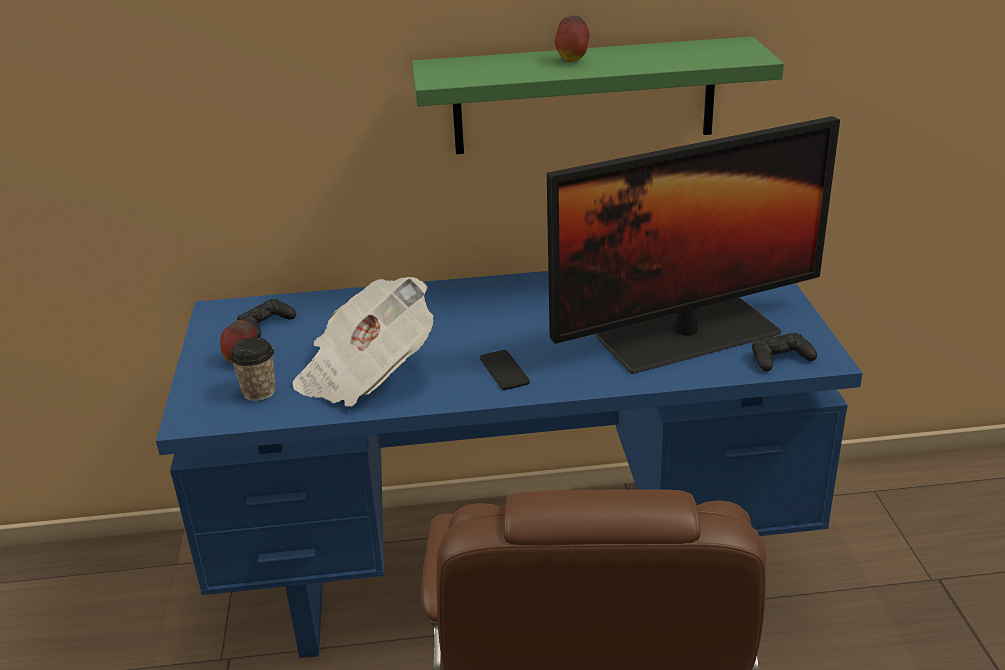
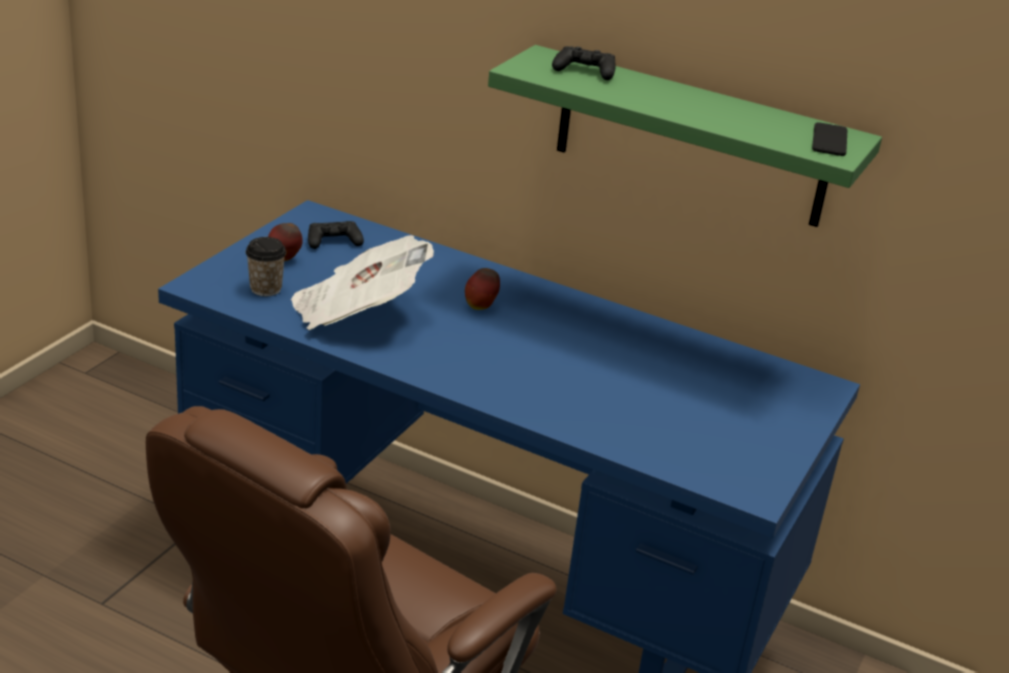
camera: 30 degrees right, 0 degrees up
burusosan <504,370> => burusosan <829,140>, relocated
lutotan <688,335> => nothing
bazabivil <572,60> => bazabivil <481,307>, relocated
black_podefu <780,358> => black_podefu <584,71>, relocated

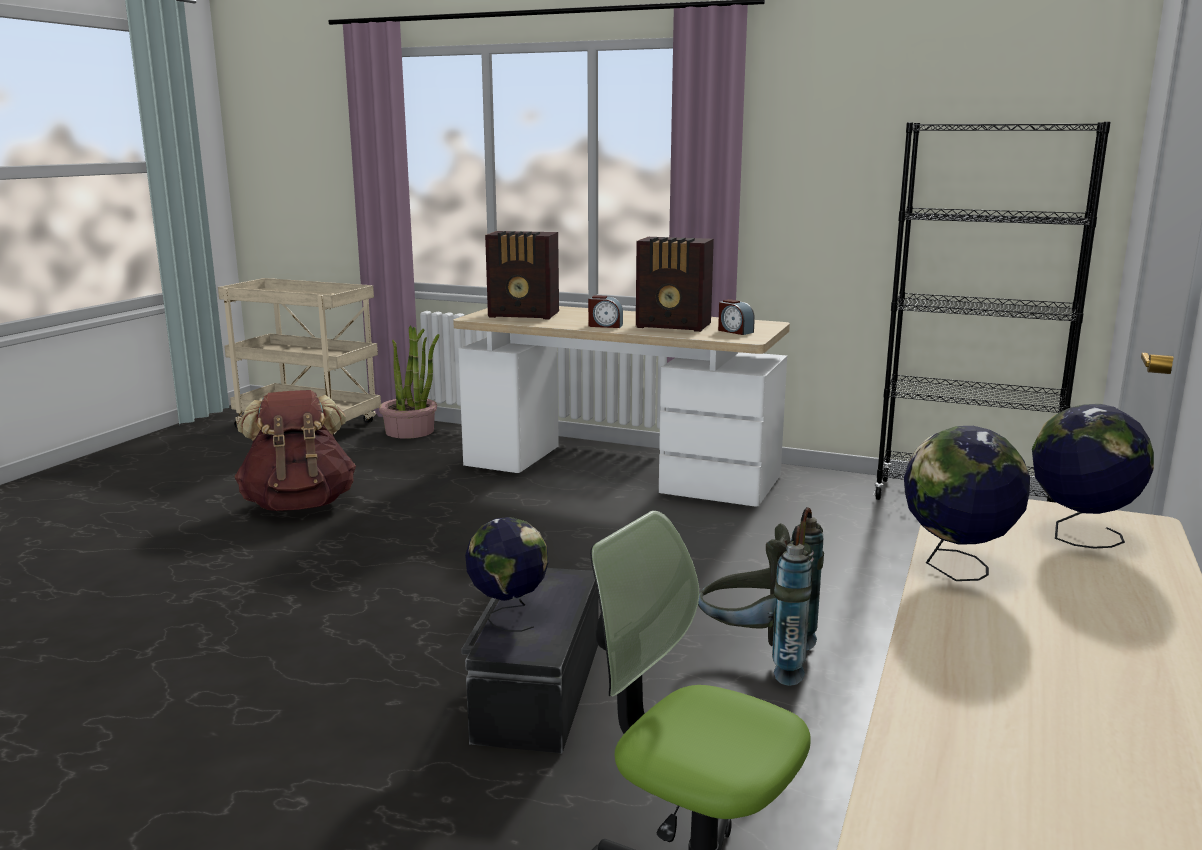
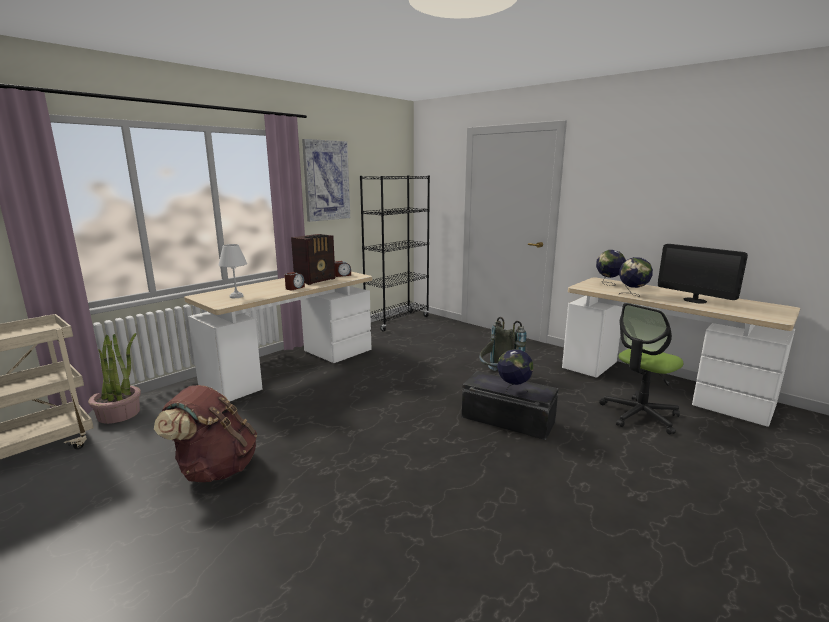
camera: 70 degrees left, 0 degrees up
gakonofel <525,315> => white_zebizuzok <236,296>
nothing => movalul <326,180>
nothing => lutotan <695,300>

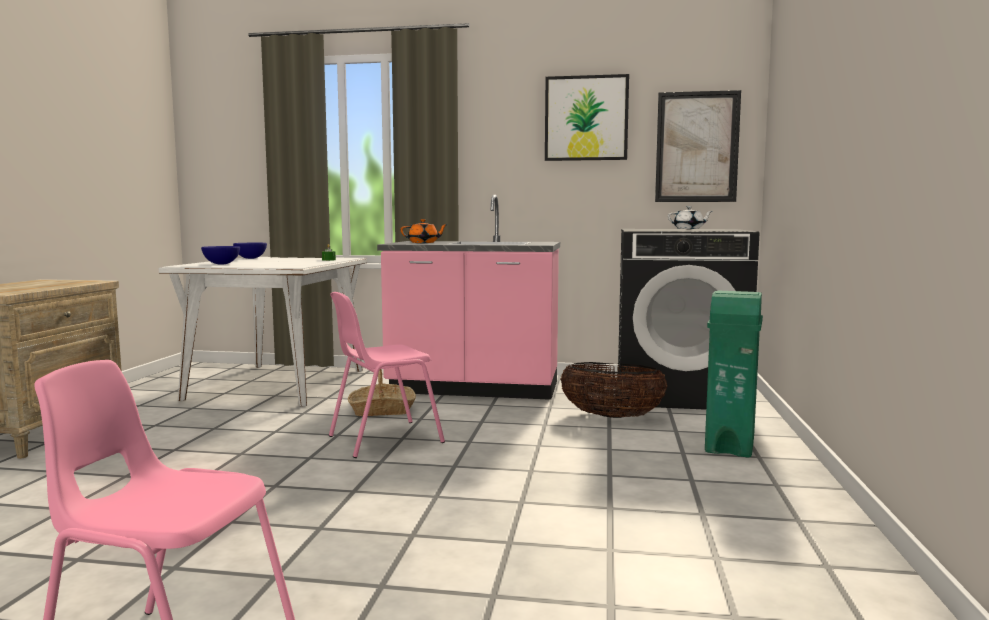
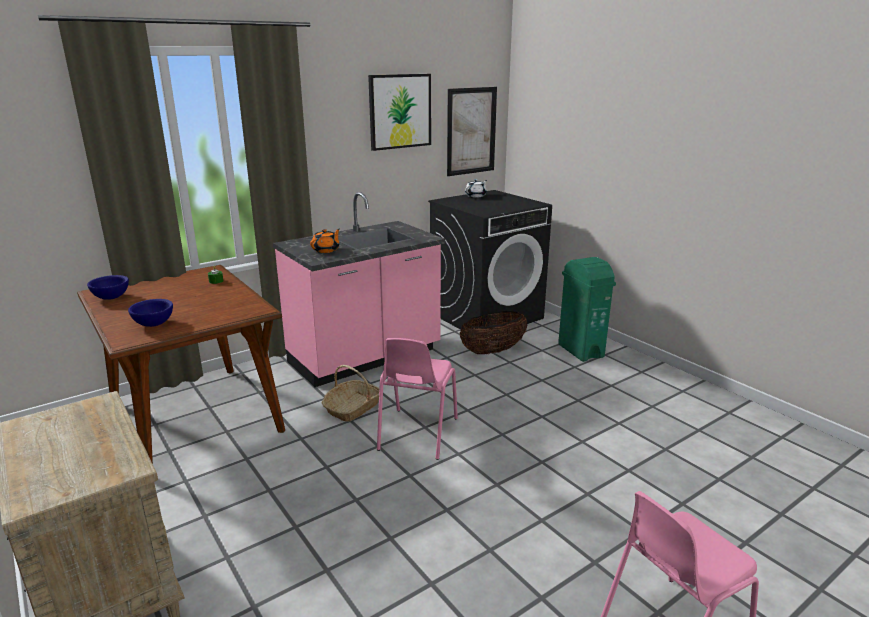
camera: 45 degrees left, 15 degrees up
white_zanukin <278,384> => brown_zanukin <195,417>

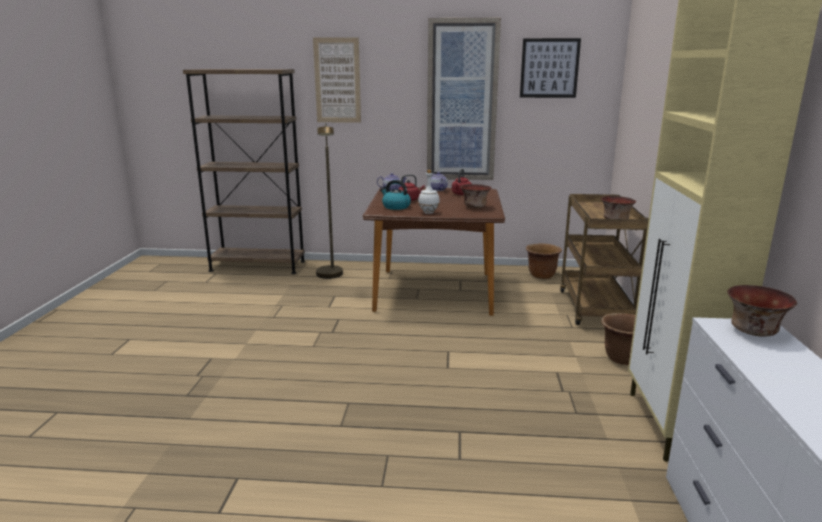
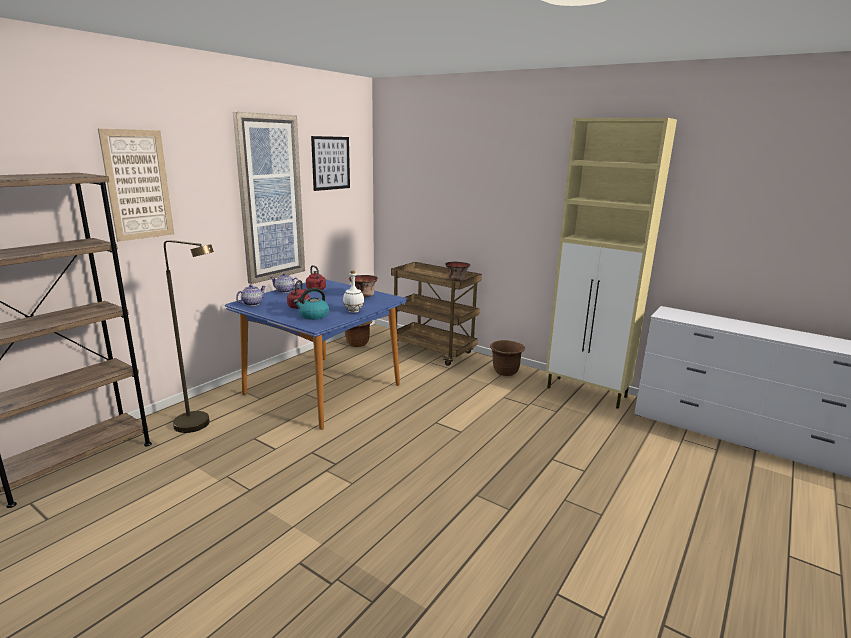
camera: 60 degrees left, 0 degrees up
brown_zanukin <434,291> => blue_zanukin <322,390>
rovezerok <754,331> => nothing

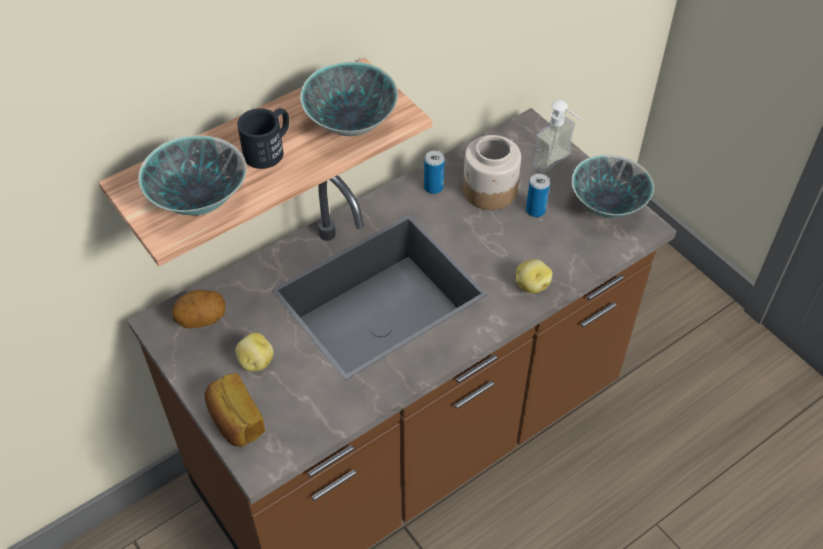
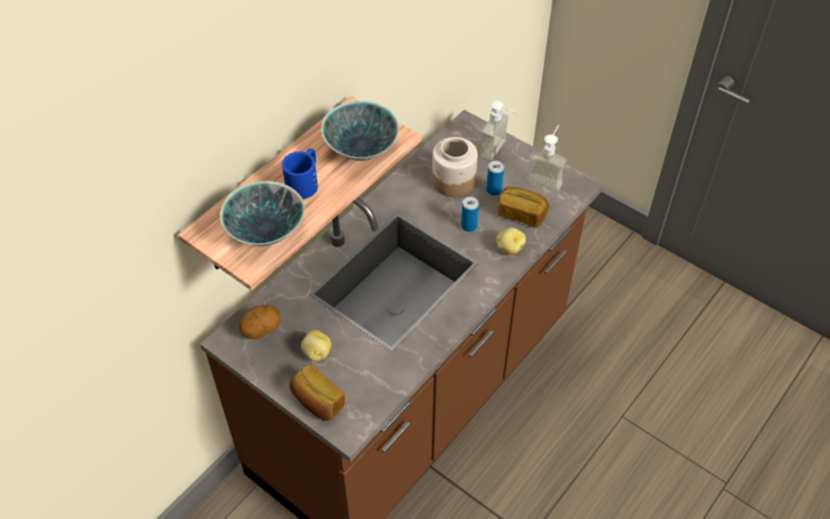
camera: 15 degrees left, 0 degrees up
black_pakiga <269,149> => blue_pakiga <305,182>
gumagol <433,187> => gumagol <469,226>, relocated
rovezerok <606,208> => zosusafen <546,177>
nothing => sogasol <521,214>

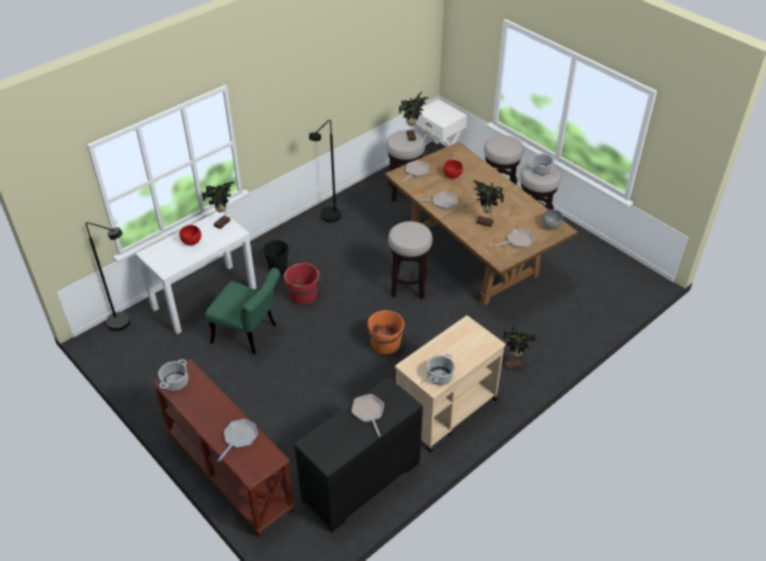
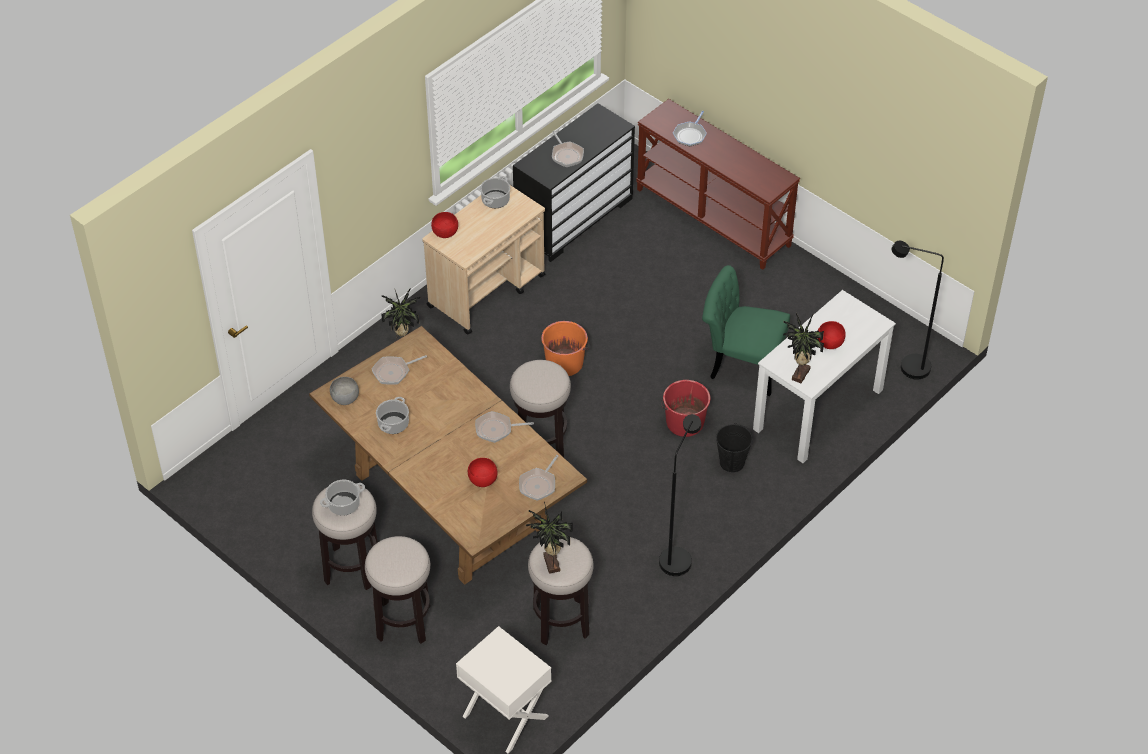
camera: 175 degrees right, 5 degrees up
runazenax <175,382> => runazenax <393,424>, relocated
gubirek <484,223> => nothing
nothing => red_rovezerok <445,234>

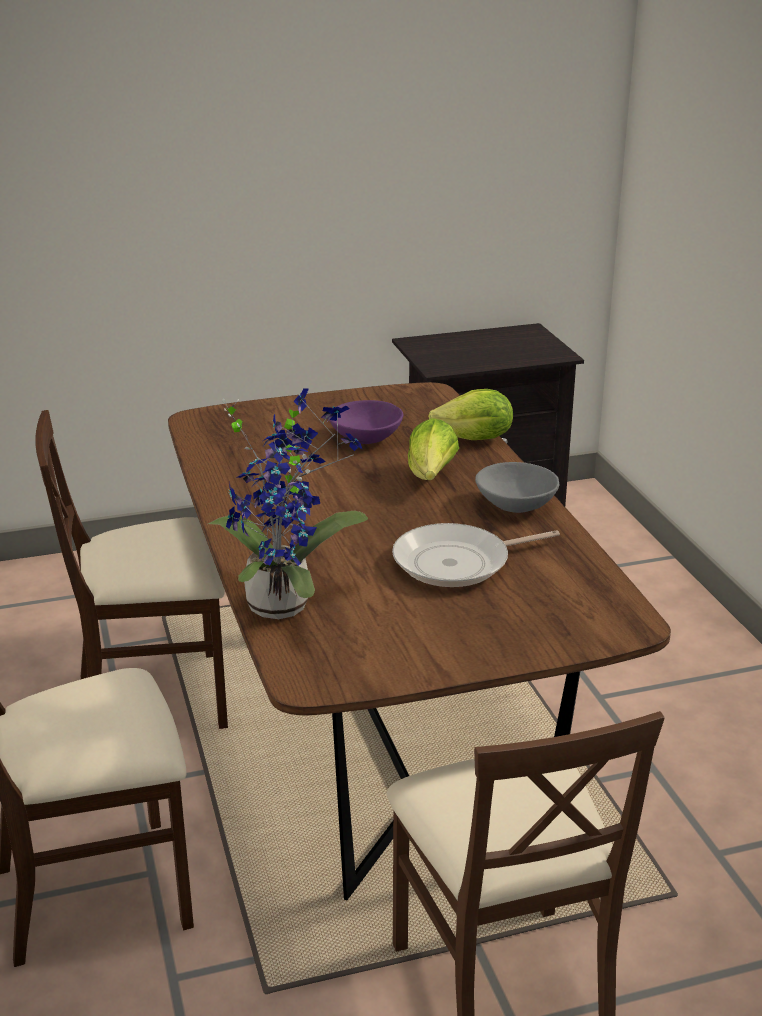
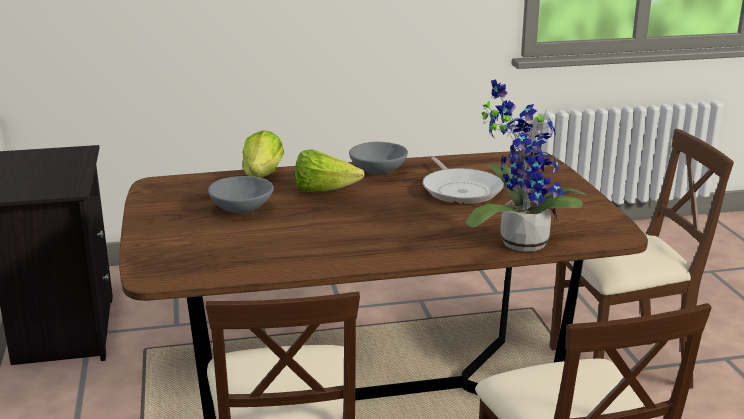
camera: 85 degrees left, 5 degrees down
purple_rovezerok <366,438> => grey_rovezerok <242,208>

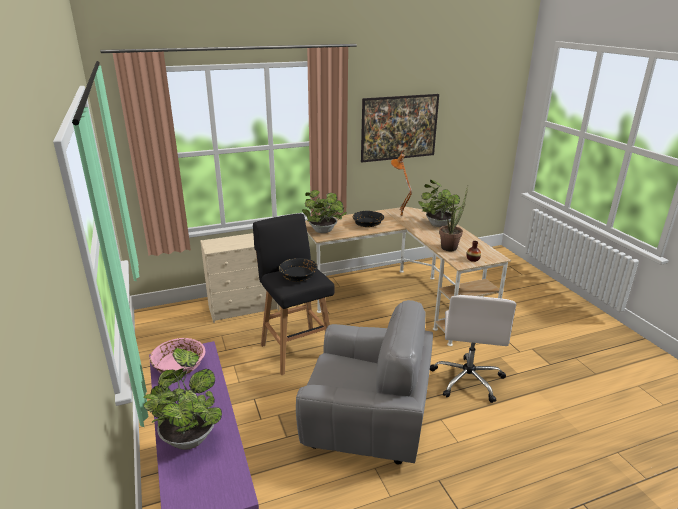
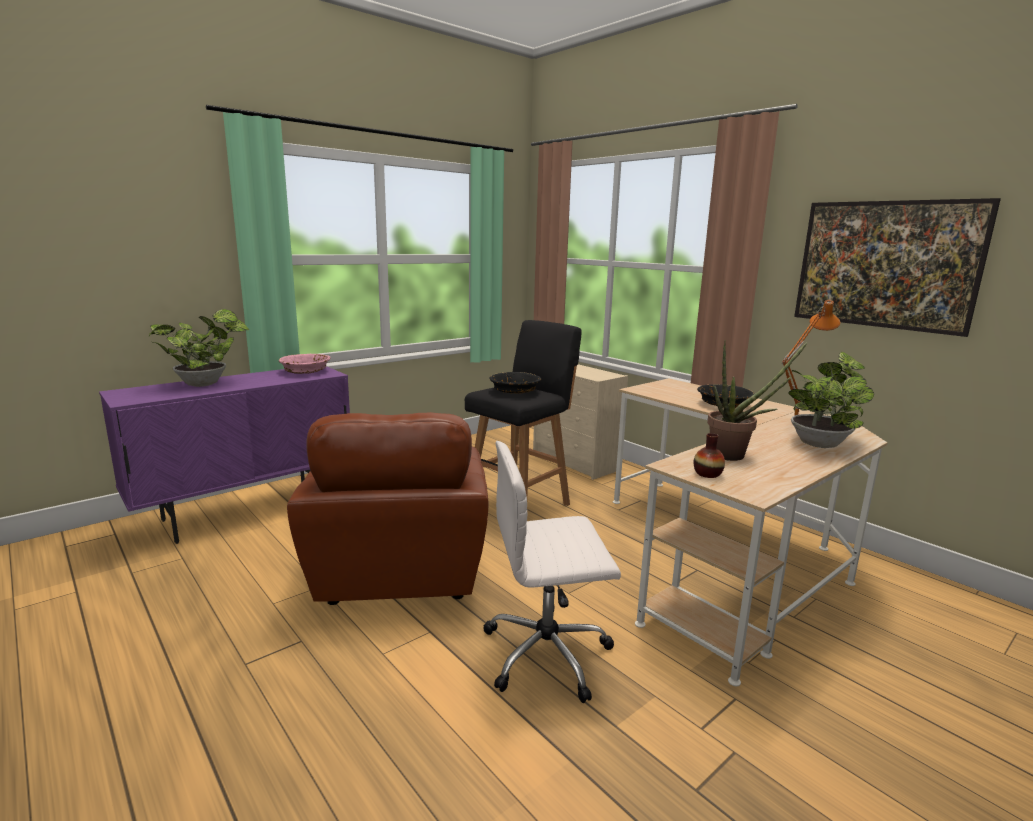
camera: 70 degrees right, 10 degrees down
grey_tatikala <366,423> => brown_tatikala <400,569>
gubirek <324,231> => nothing

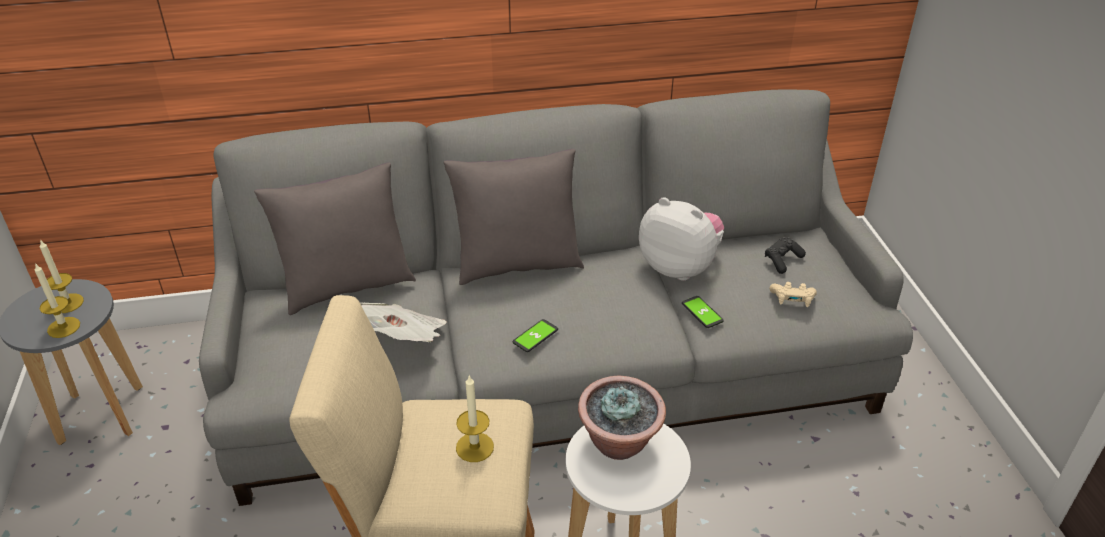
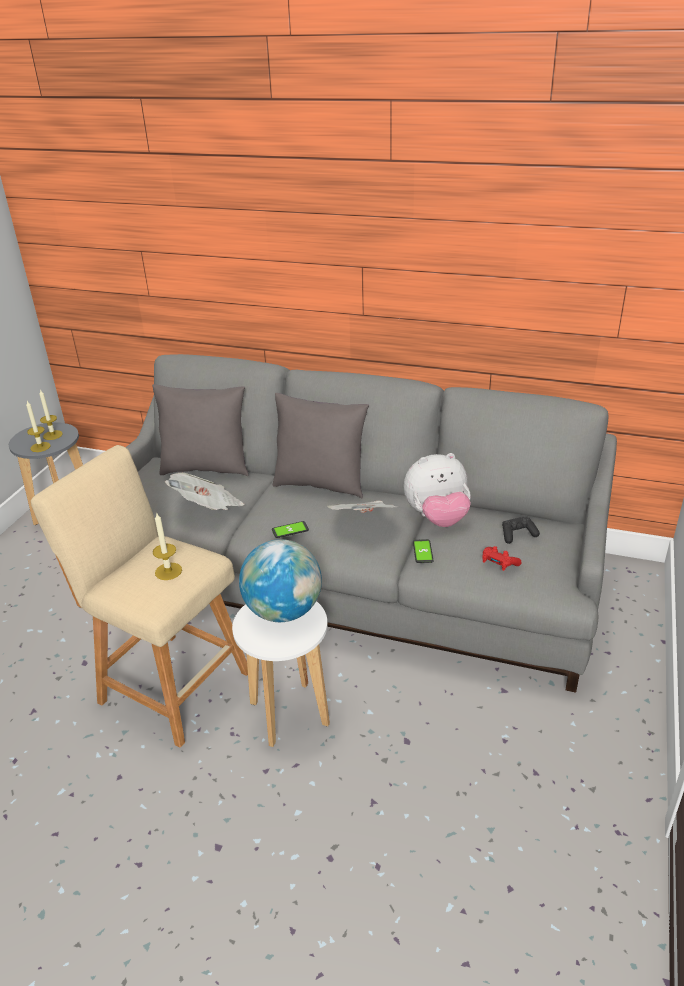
camera: 30 degrees right, 5 degrees down
gubirek <619,443> => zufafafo <283,611>
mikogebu <679,267> => mikogebu <437,518>, 105 degrees clockwise
beige_podefu <792,300> => red_podefu <498,563>
nothing => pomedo <364,521>

